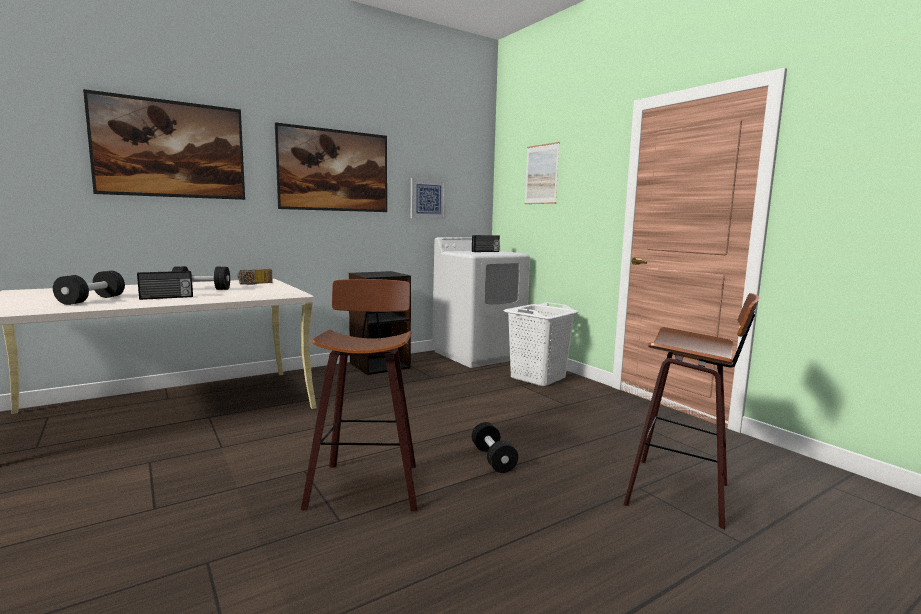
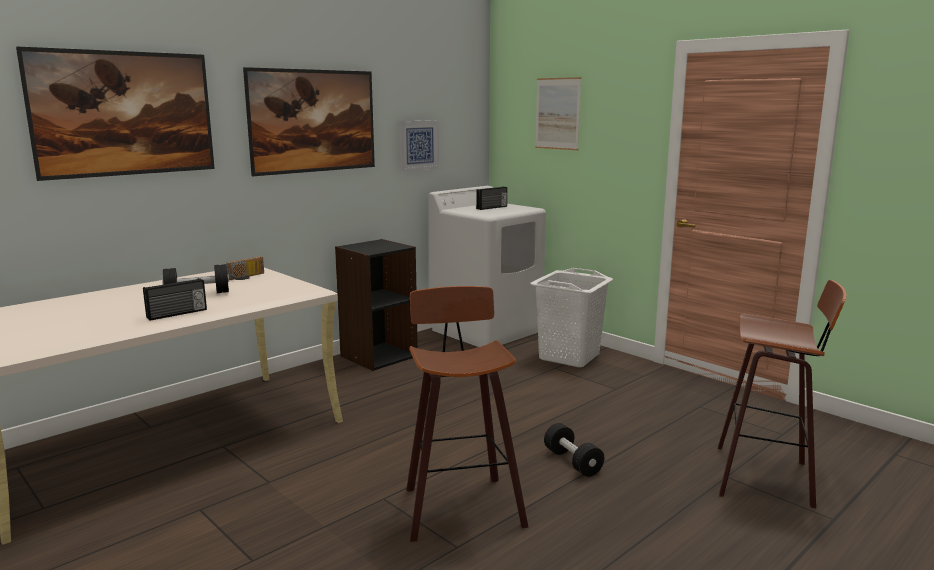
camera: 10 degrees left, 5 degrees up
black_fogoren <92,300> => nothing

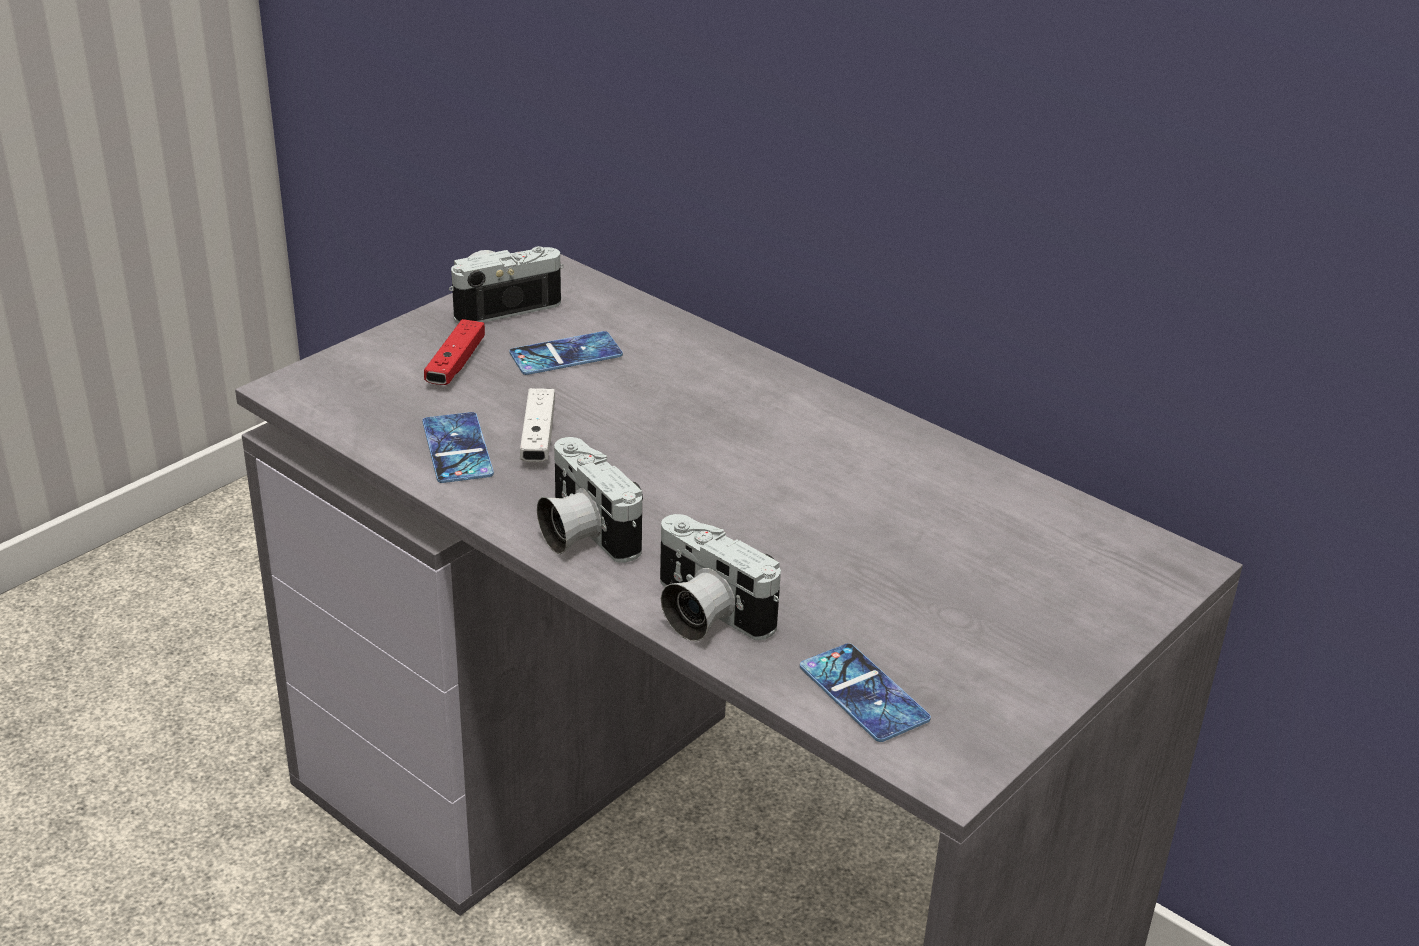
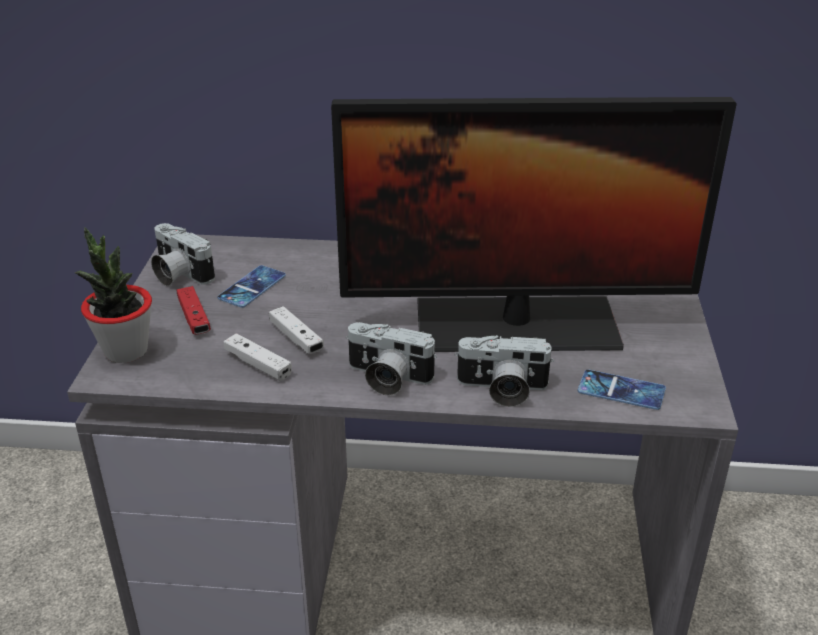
camera: 35 degrees left, 0 degrees up
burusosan <457,448> => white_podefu <258,364>
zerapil <502,305> => zerapil <178,274>, 75 degrees counterclockwise
nothing => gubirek <125,351>
nothing => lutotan <516,325>

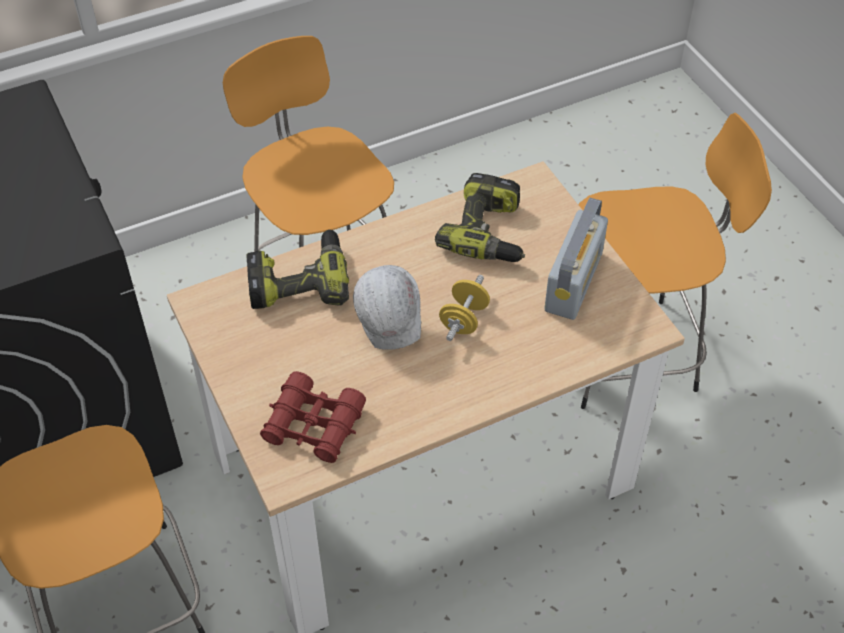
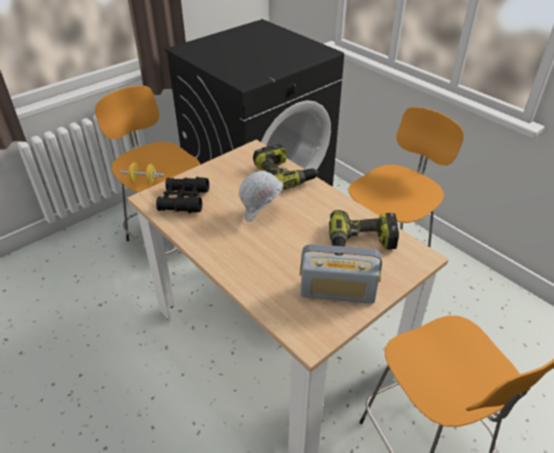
camera: 75 degrees right, 10 degrees down
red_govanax <314,425> => black_govanax <184,200>
yellow_fogoren <464,319> => yellow_fogoren <144,181>, relocated

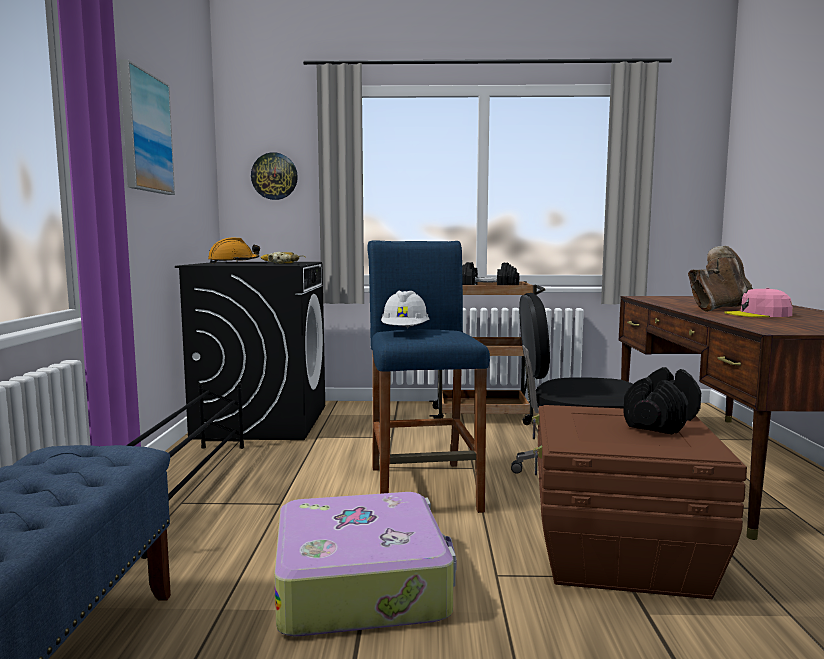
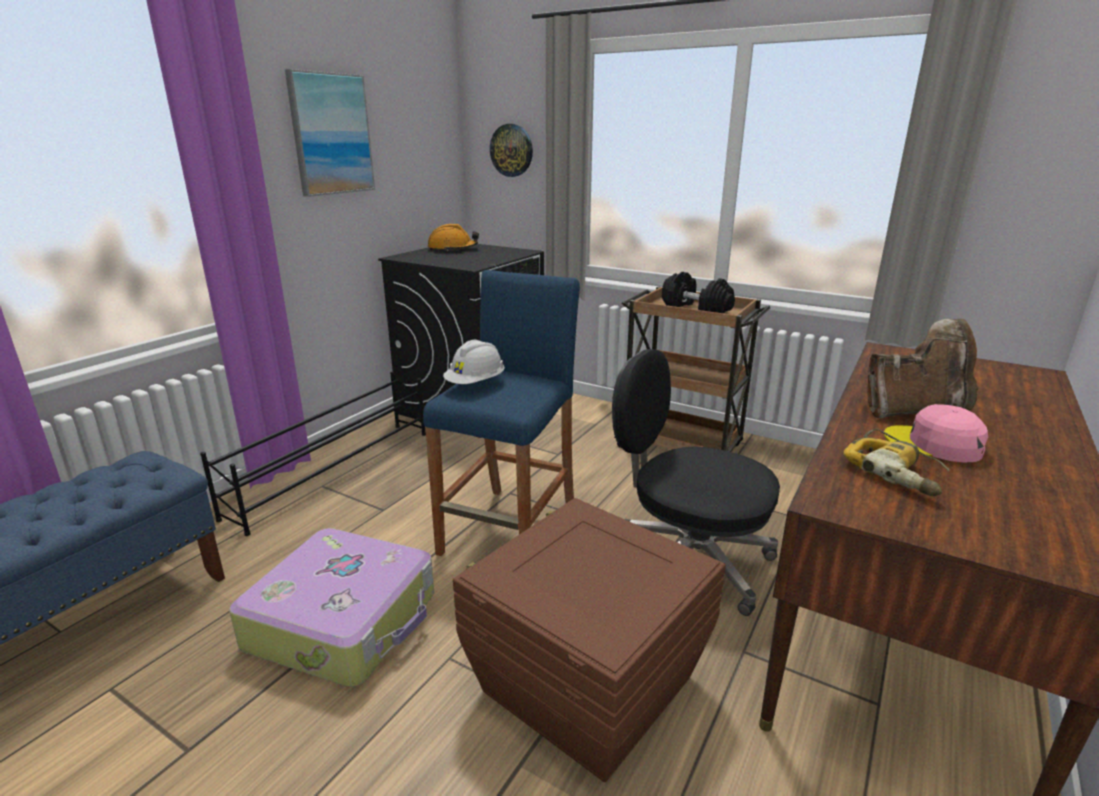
camera: 30 degrees right, 15 degrees up
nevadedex <285,263> => nevadedex <896,472>, relocated
black_fogoren <661,422> => nothing

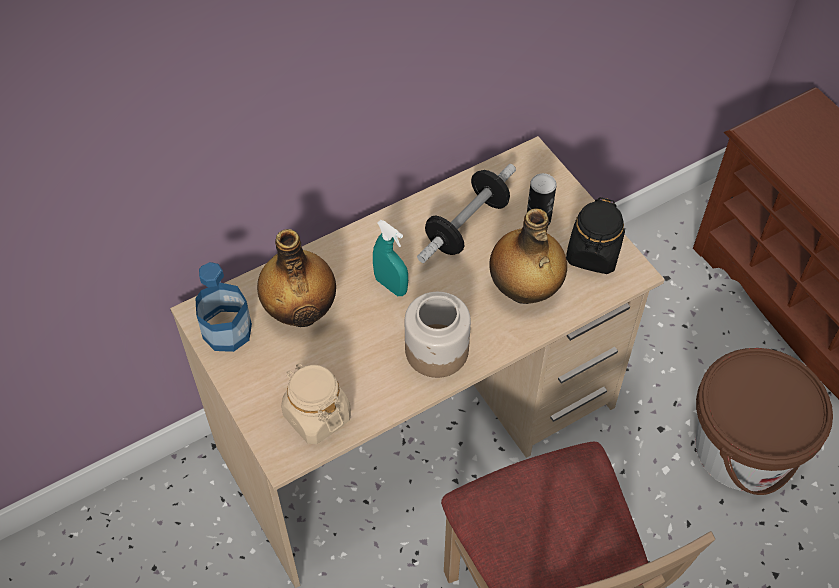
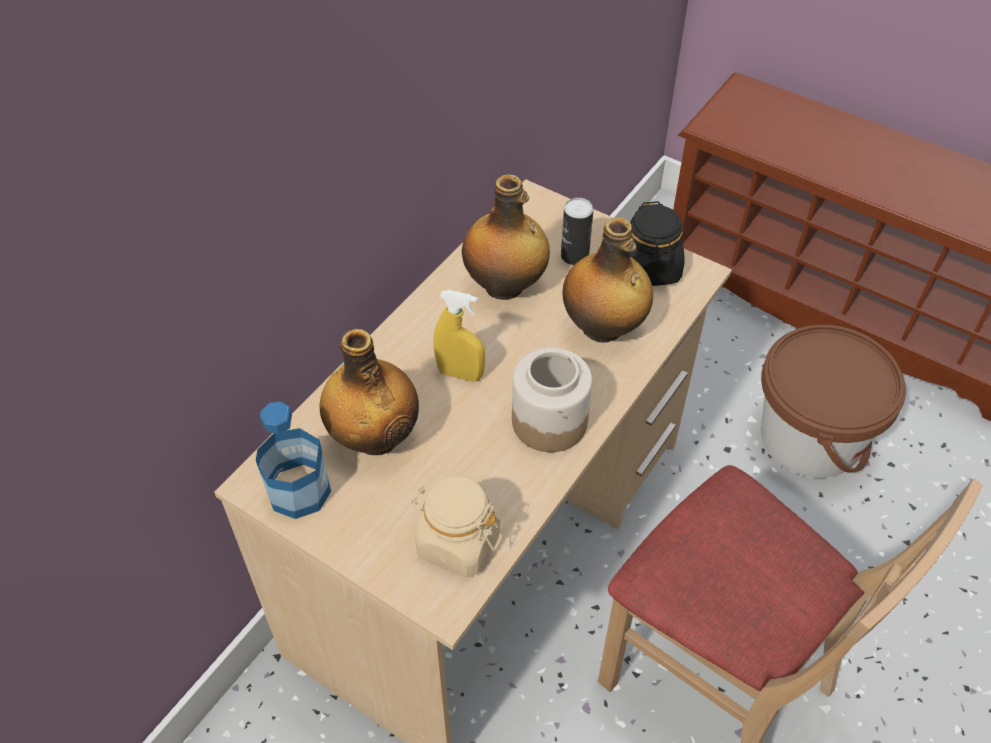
camera: 25 degrees left, 5 degrees down
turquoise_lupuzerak <391,285> => yellow_lupuzerak <460,374>
fogoren <467,226> => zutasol <505,286>

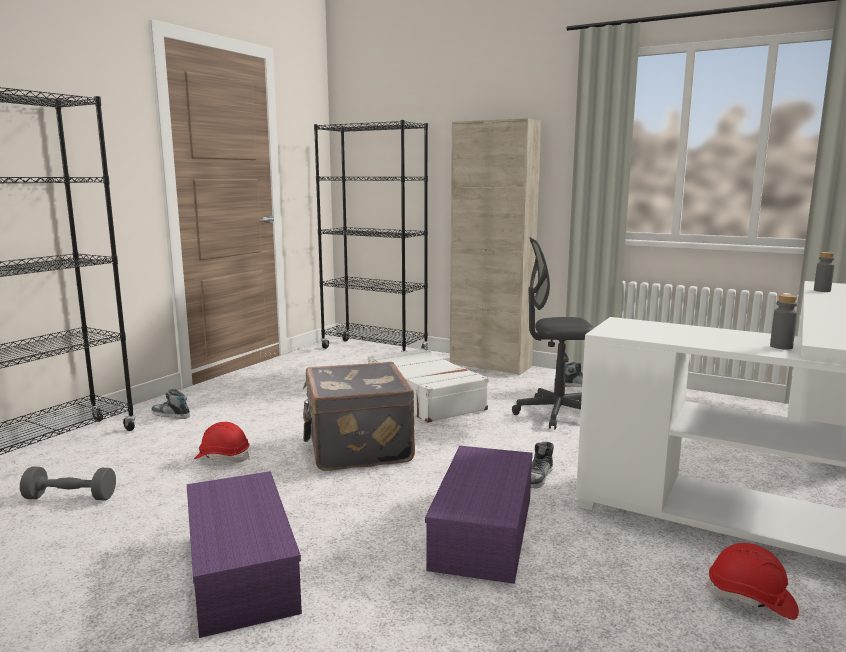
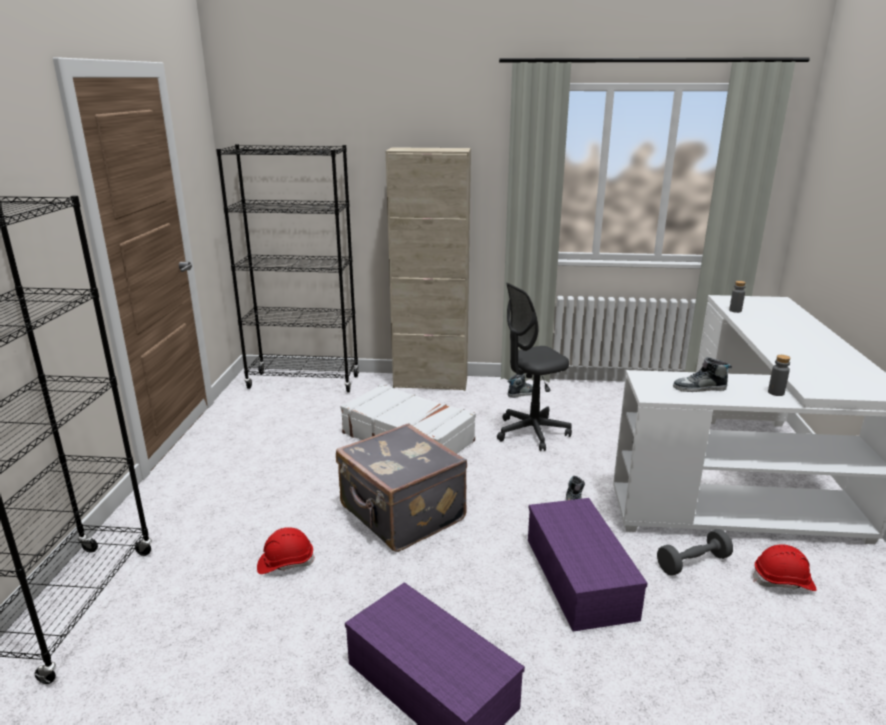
camera: 25 degrees left, 10 degrees up
grey_fogoren <70,497> => grey_fogoren <693,563>, relocated
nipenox <171,415> => nipenox <699,388>, relocated

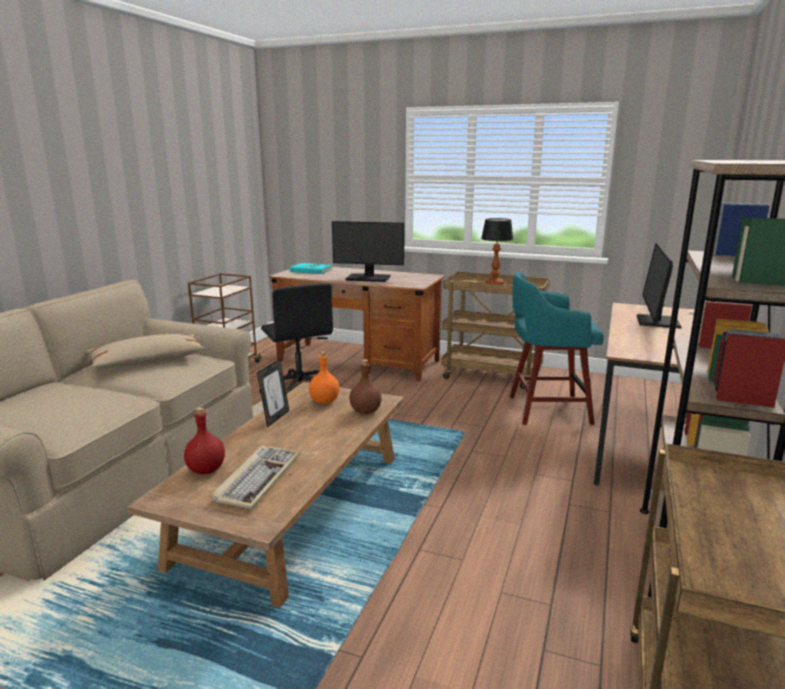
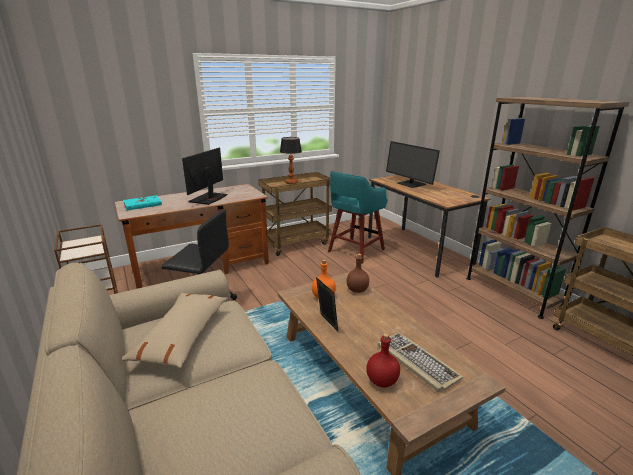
camera: 50 degrees left, 5 degrees up
lutotan <368,278> => lutotan <209,198>, 150 degrees clockwise

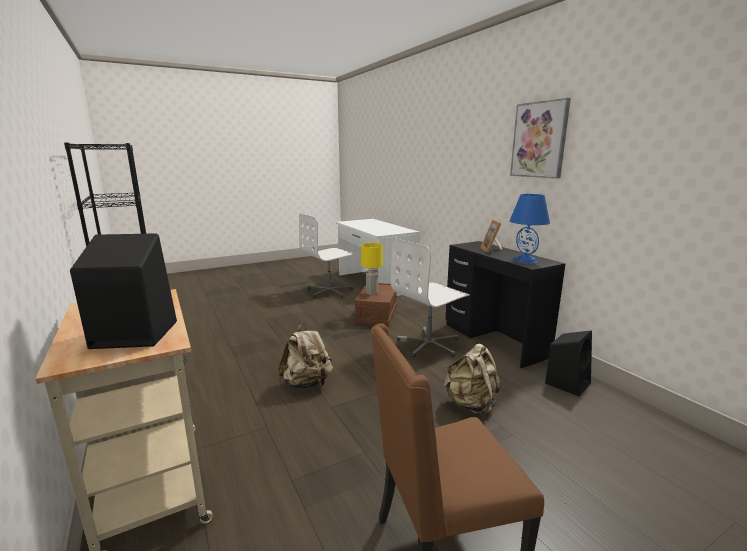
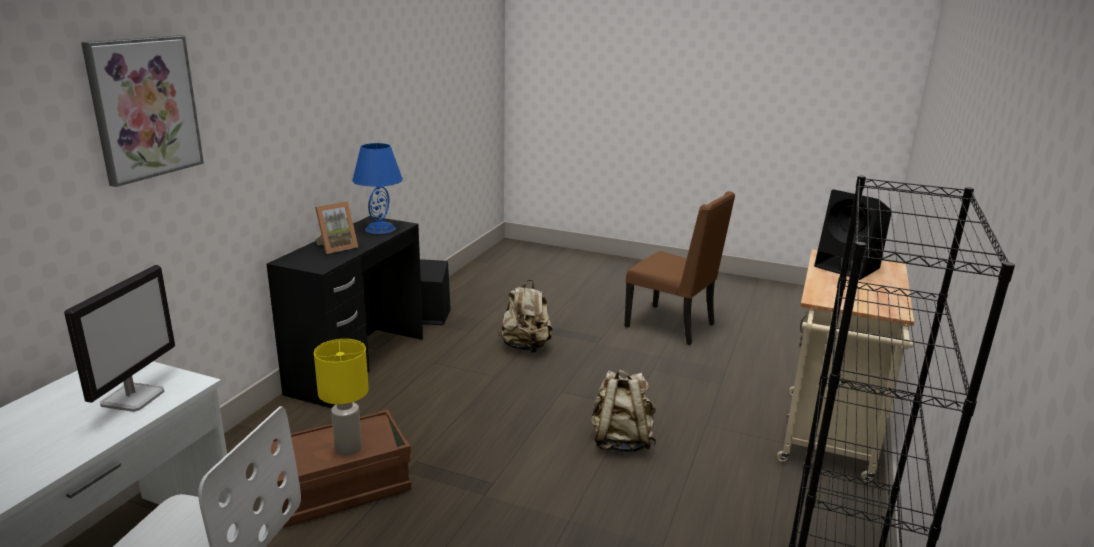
camera: 130 degrees left, 5 degrees up
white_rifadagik <429,344> => nothing
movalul <539,140> => movalul <144,108>, relocated
nothing => lutotan <133,397>

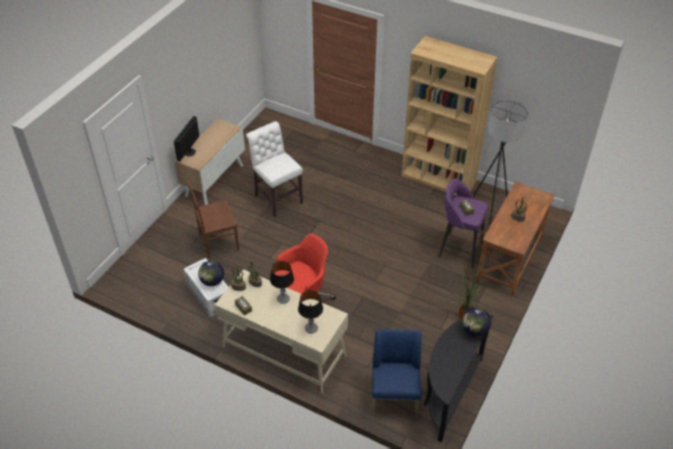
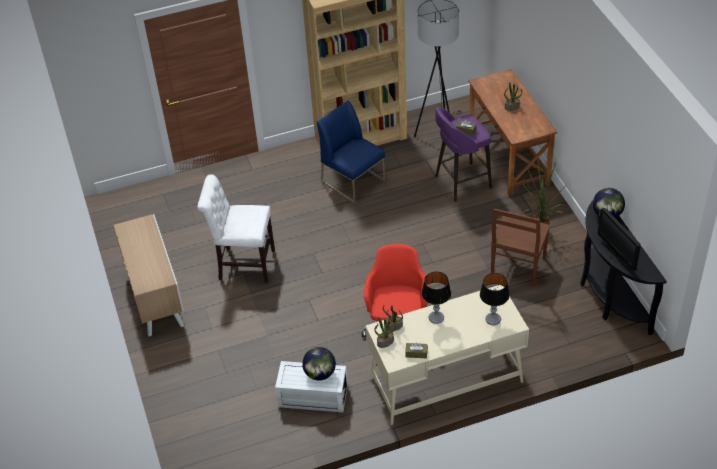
camera: 45 degrees left, 0 degrees up
lutotan <190,152> => lutotan <617,255>, relocated
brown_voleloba <217,242> => brown_voleloba <517,267>, relocated
blue_voleloba <395,396> => blue_voleloba <353,181>, relocated

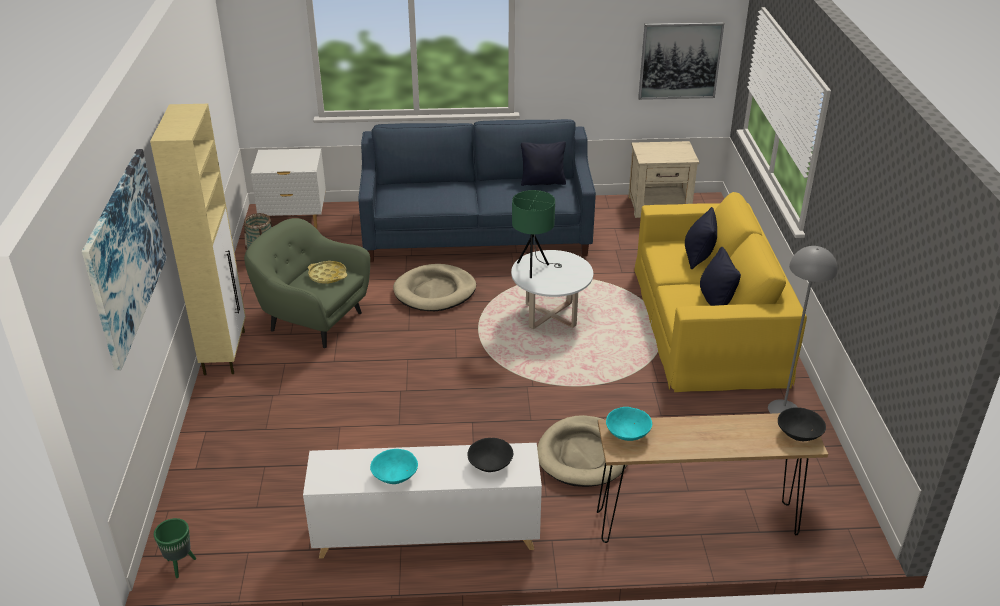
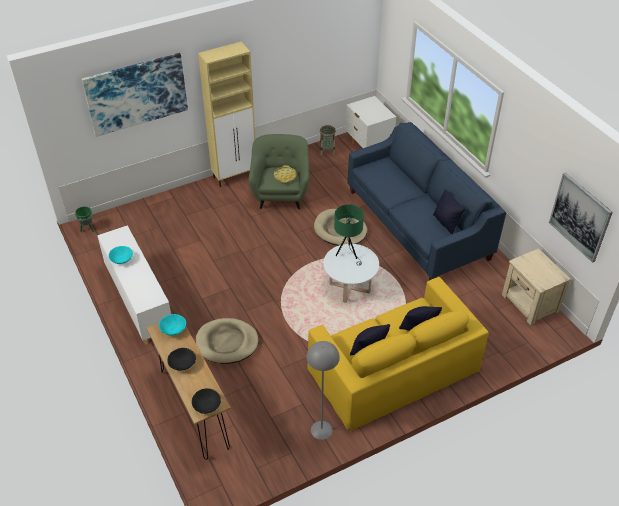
camera: 65 degrees right, 10 degrees up
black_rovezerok <490,464> => black_rovezerok <182,364>, relocated

